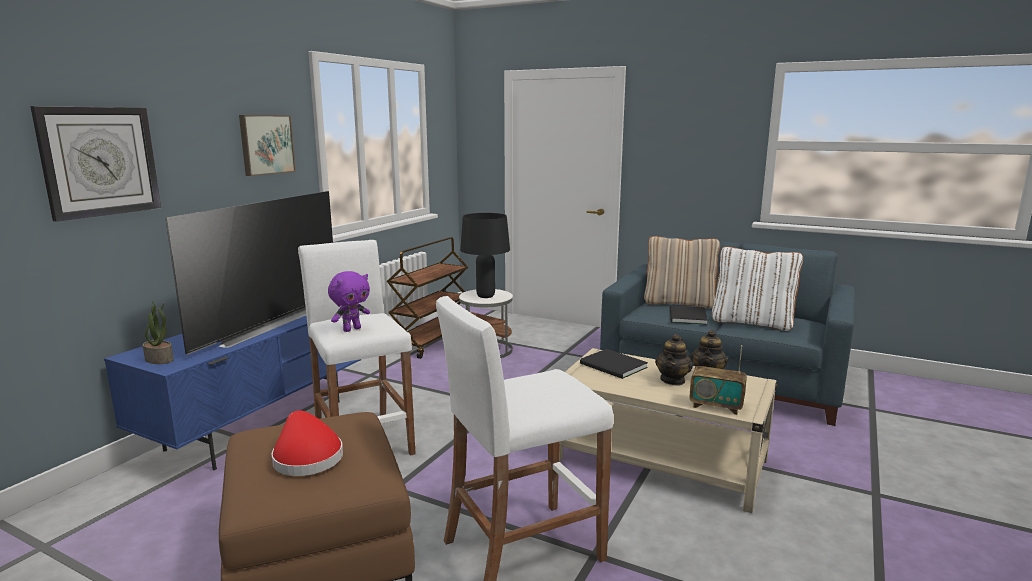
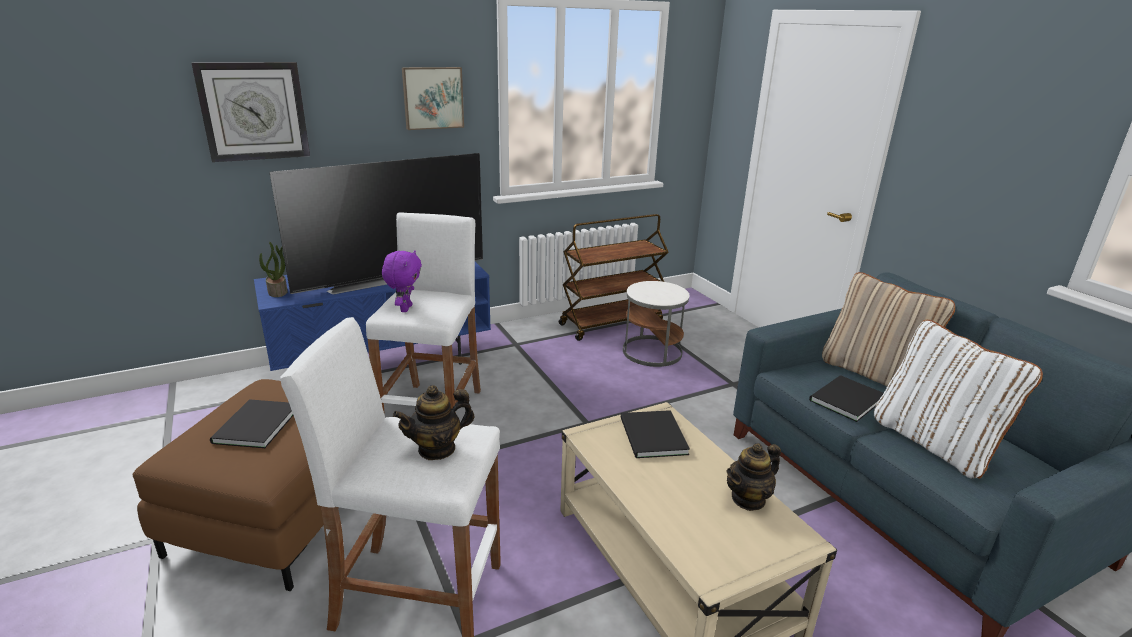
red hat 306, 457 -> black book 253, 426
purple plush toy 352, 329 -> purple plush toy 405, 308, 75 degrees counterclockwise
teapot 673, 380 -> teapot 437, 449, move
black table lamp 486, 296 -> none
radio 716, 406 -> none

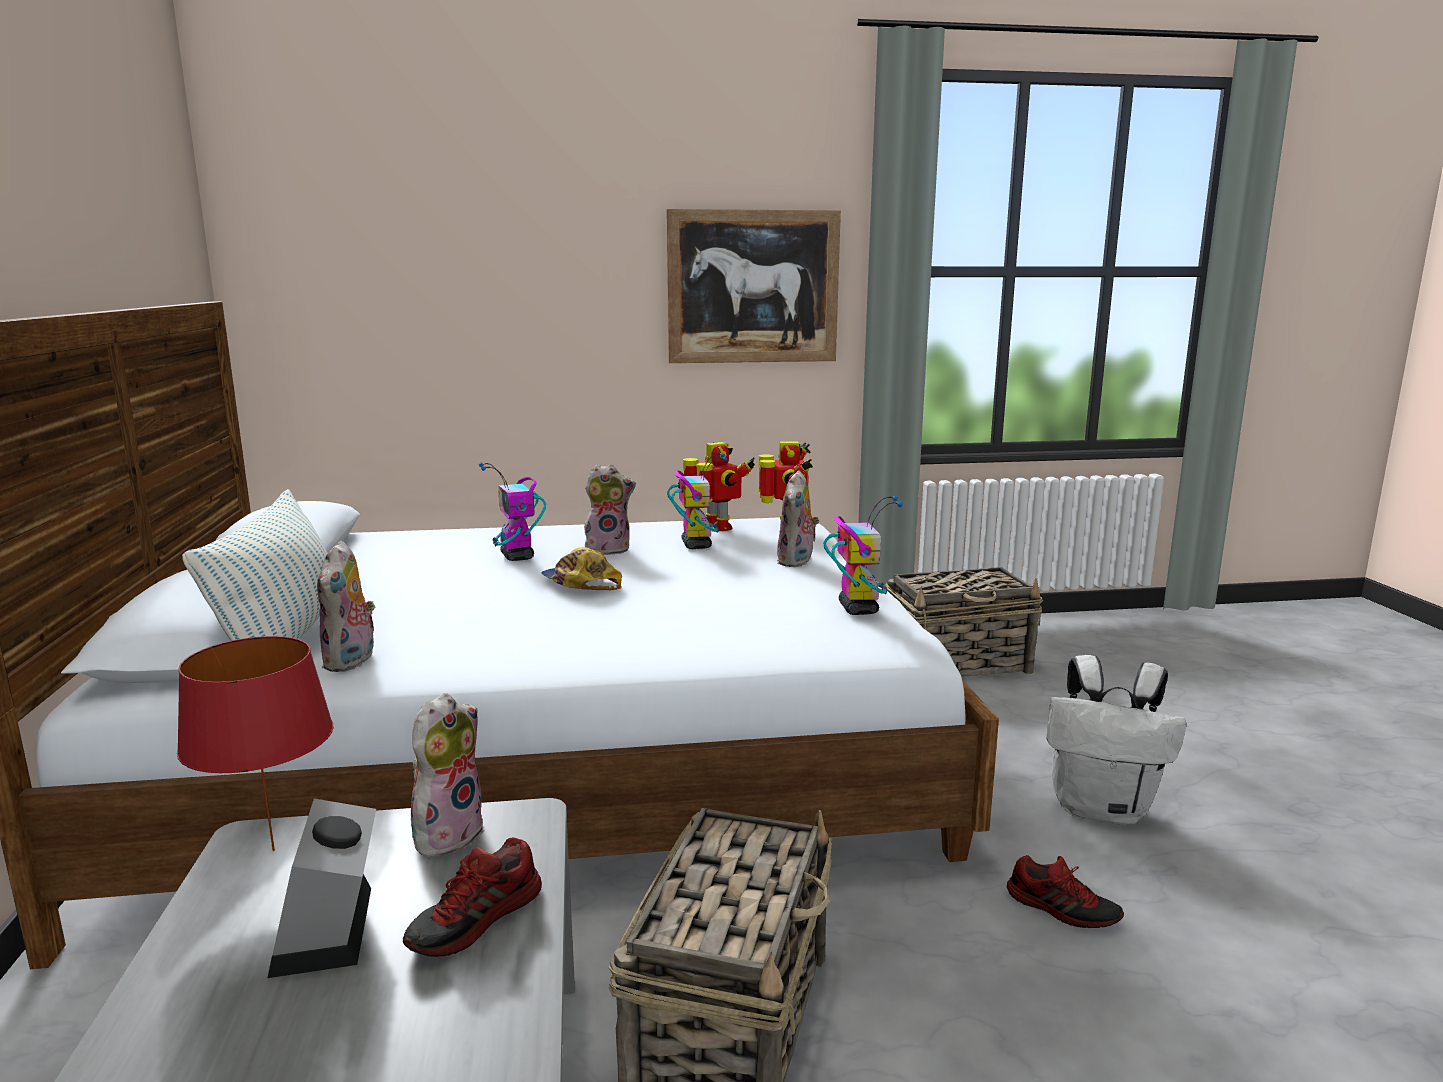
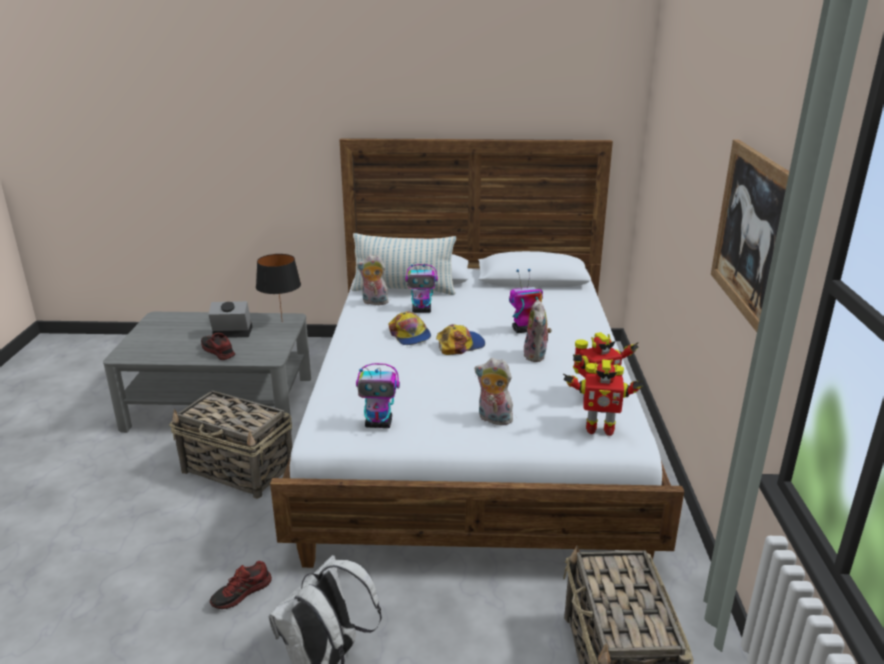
red table lamp 274, 849 -> black table lamp 282, 322
none -> cap 410, 335
toy robot 696, 545 -> toy robot 422, 310, move
plush toy 447, 833 -> none

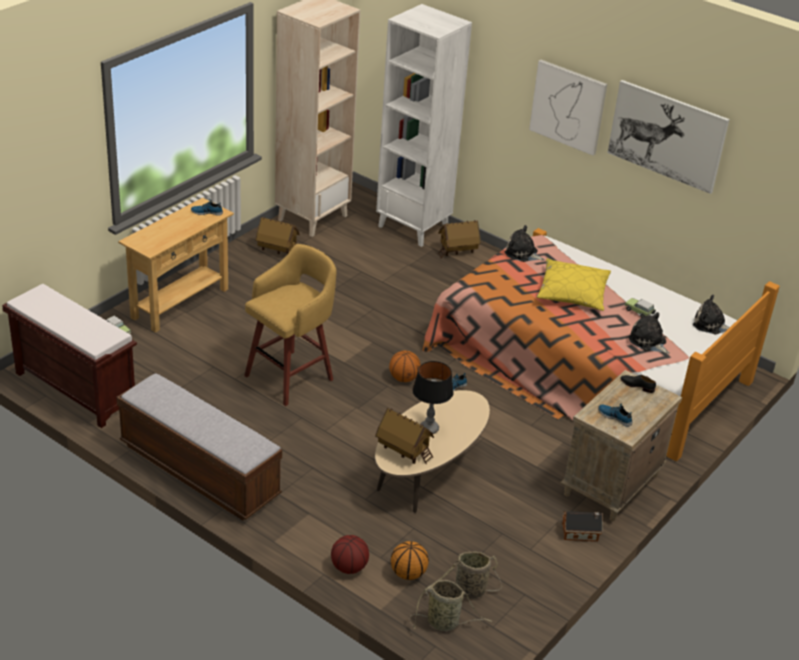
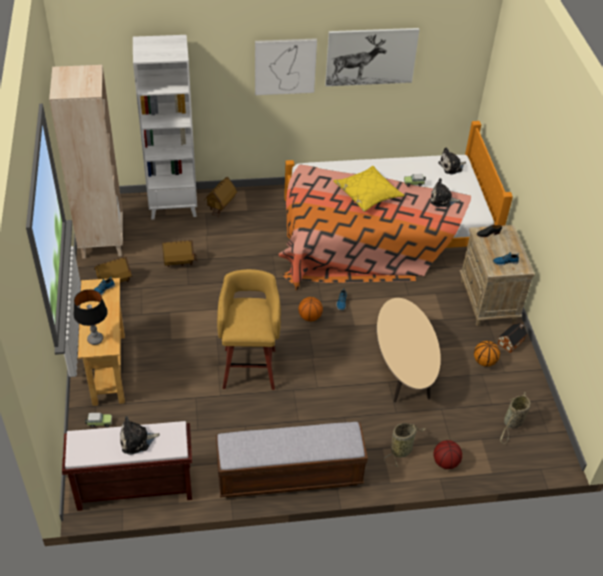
table lamp 429, 429 -> table lamp 95, 339, move
plush toy 522, 253 -> plush toy 137, 440, move
toy house 404, 451 -> toy house 179, 262, move
basket 445, 623 -> basket 402, 449, move
basketball 408, 574 -> basketball 484, 362, move

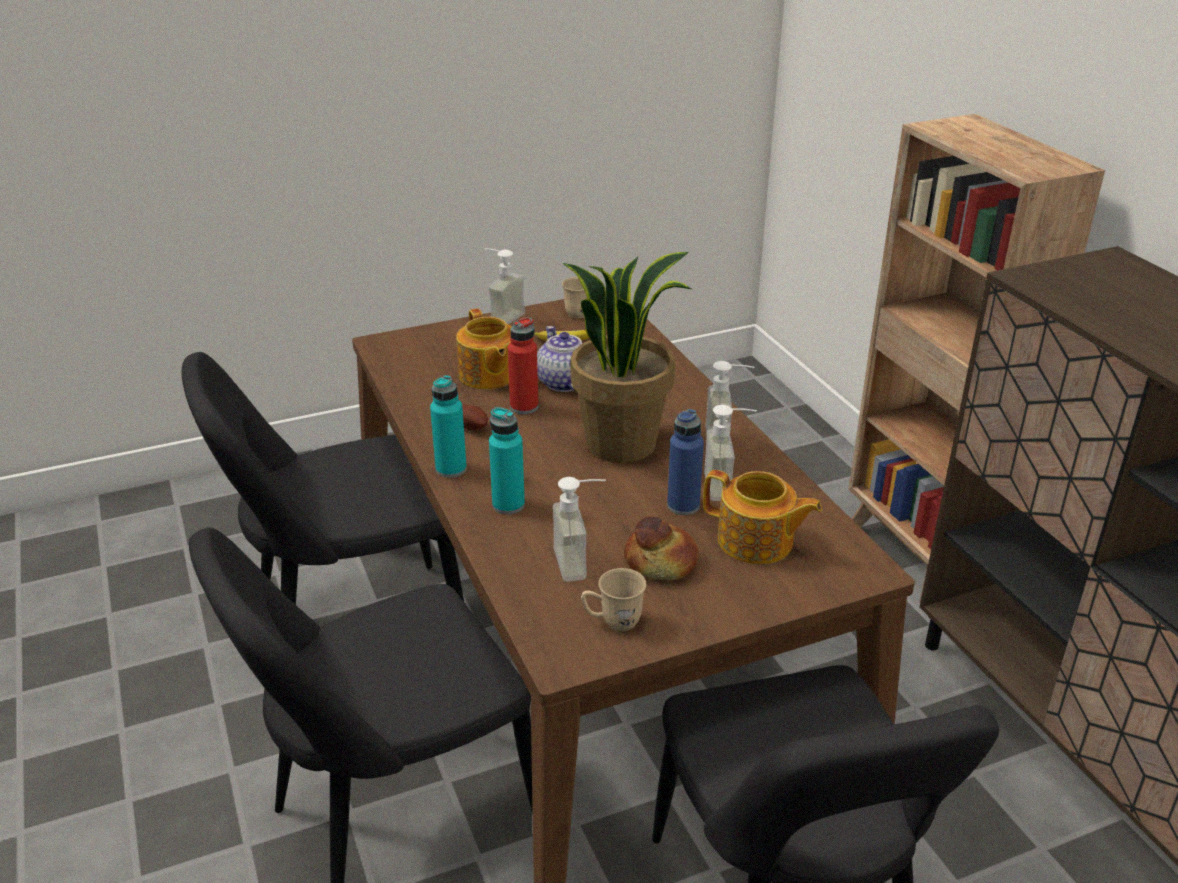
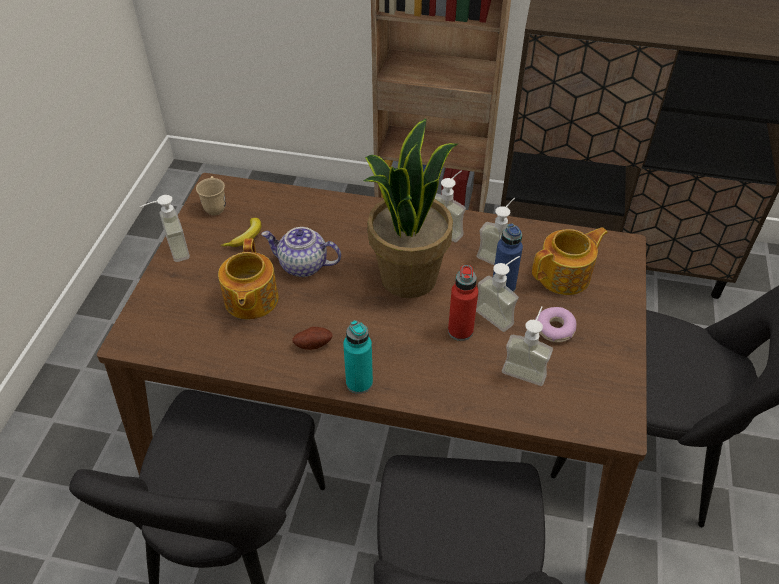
teapot 488, 375 -> teapot 250, 300, 75 degrees clockwise
red bottle 524, 407 -> red bottle 460, 331, move
none -> soap dispenser 499, 313
bread 661, 563 -> donut 555, 329
turquoise bottle 508, 505 -> none
beige mug 613, 622 -> none

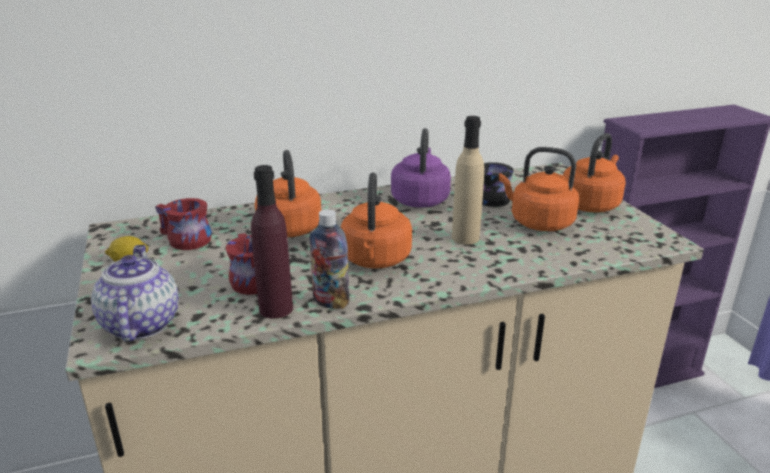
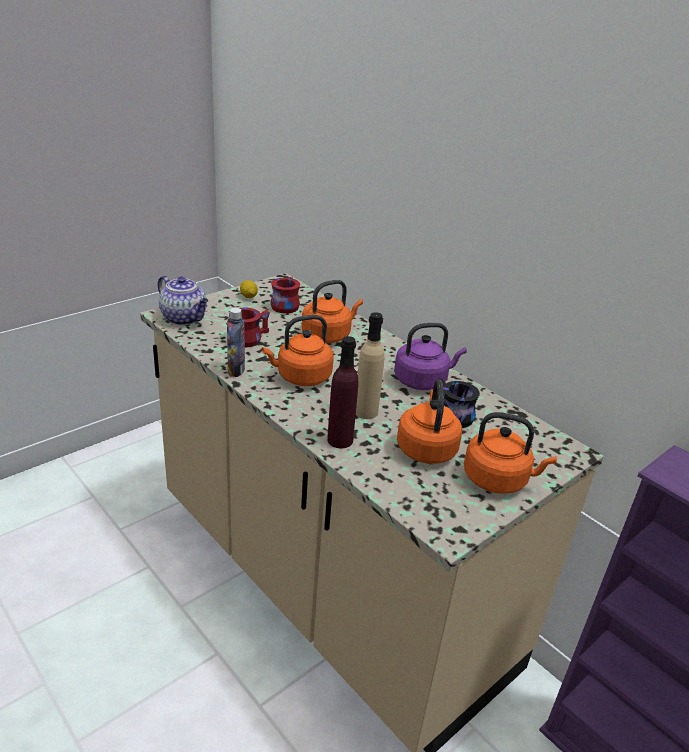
teapot 140, 324 -> teapot 185, 318, 75 degrees clockwise
purple bottle 276, 309 -> purple bottle 340, 440, move

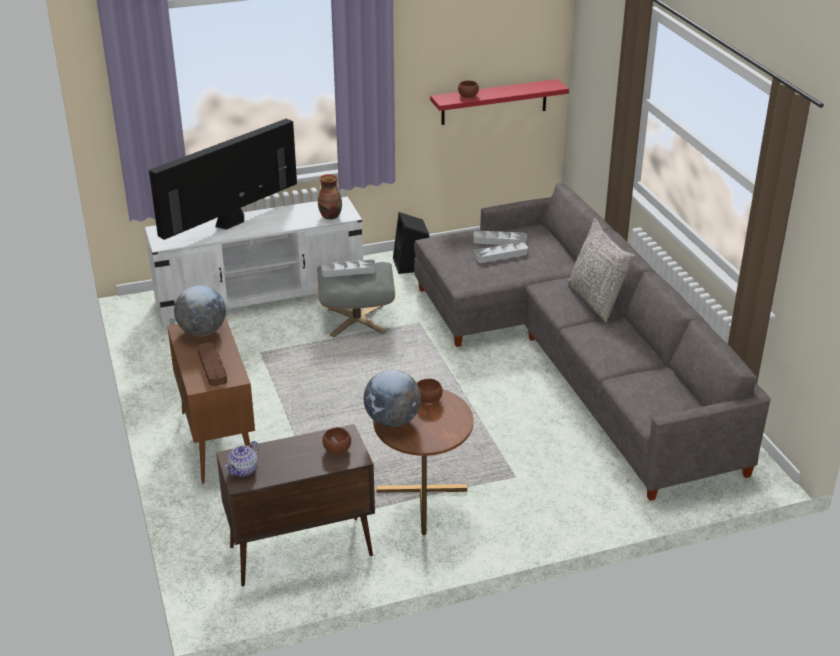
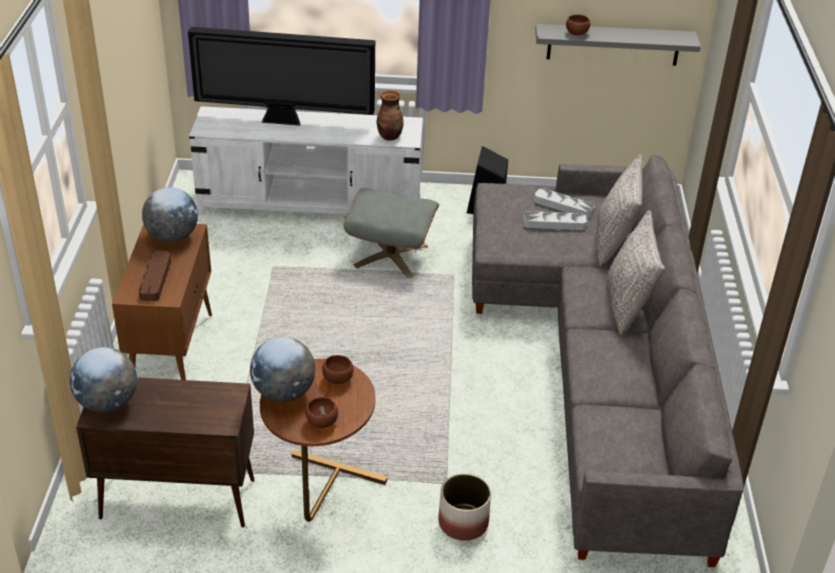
teapot 244, 470 -> globe 108, 403
television 230, 223 -> television 284, 121, 150 degrees counterclockwise
brown bowl 336, 450 -> brown bowl 321, 422, move
none -> planter 463, 522
red shelf 494, 102 -> grey shelf 613, 44
none -> grey pillow 614, 242
grey tray 348, 271 -> none

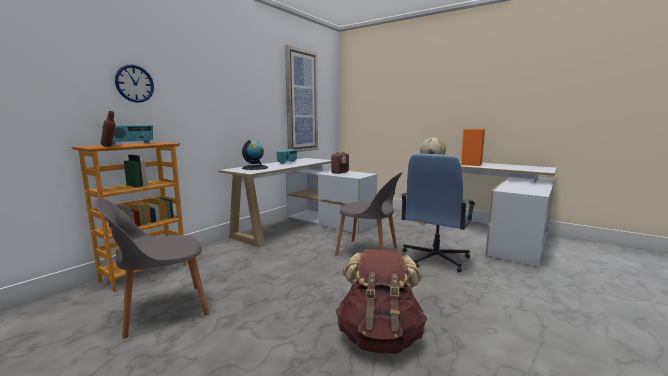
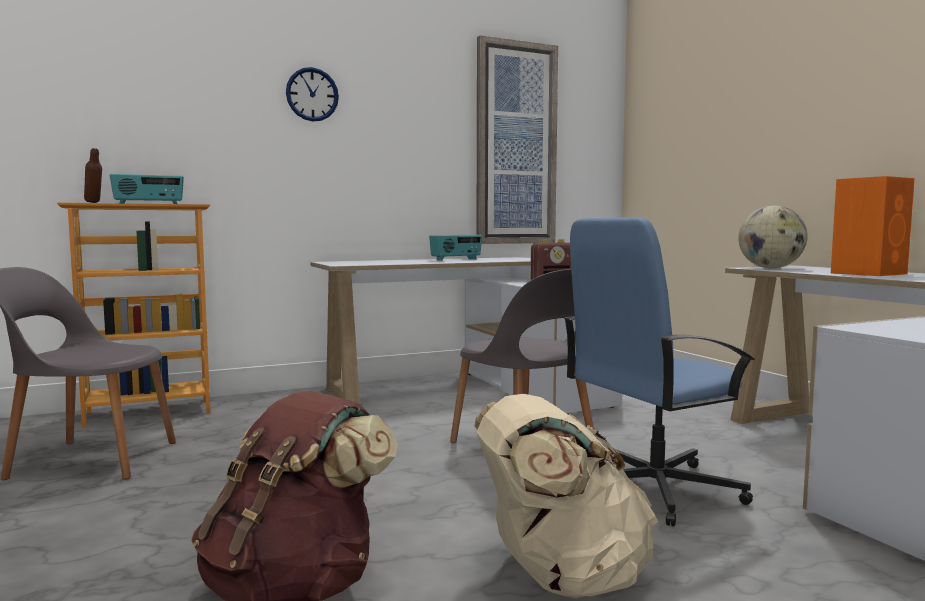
wall clock 134, 83 -> wall clock 312, 94, move
none -> beige backpack 560, 577
globe 255, 168 -> none

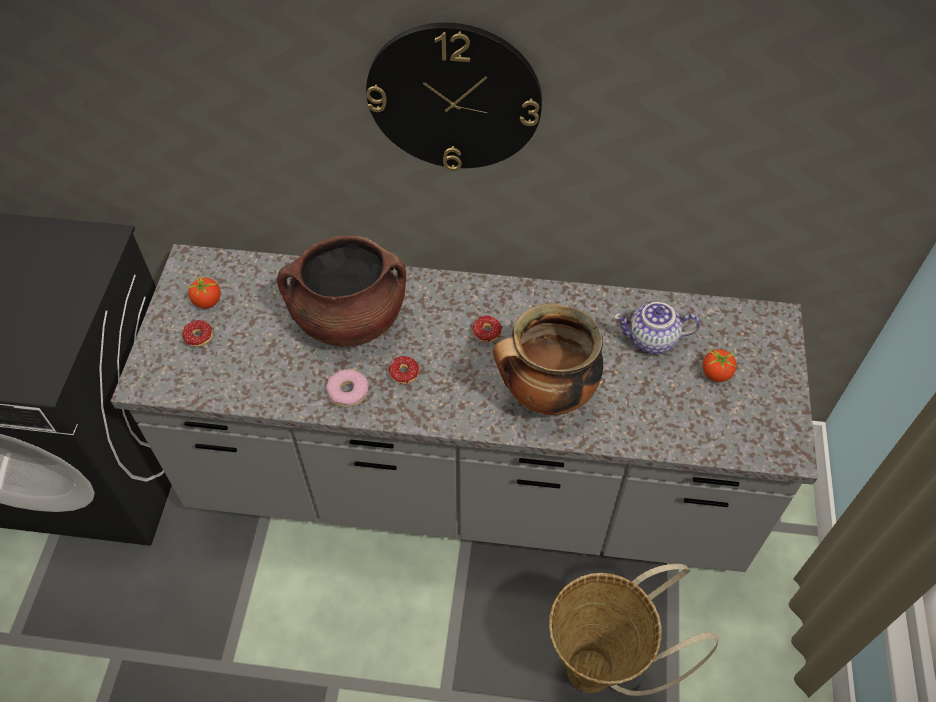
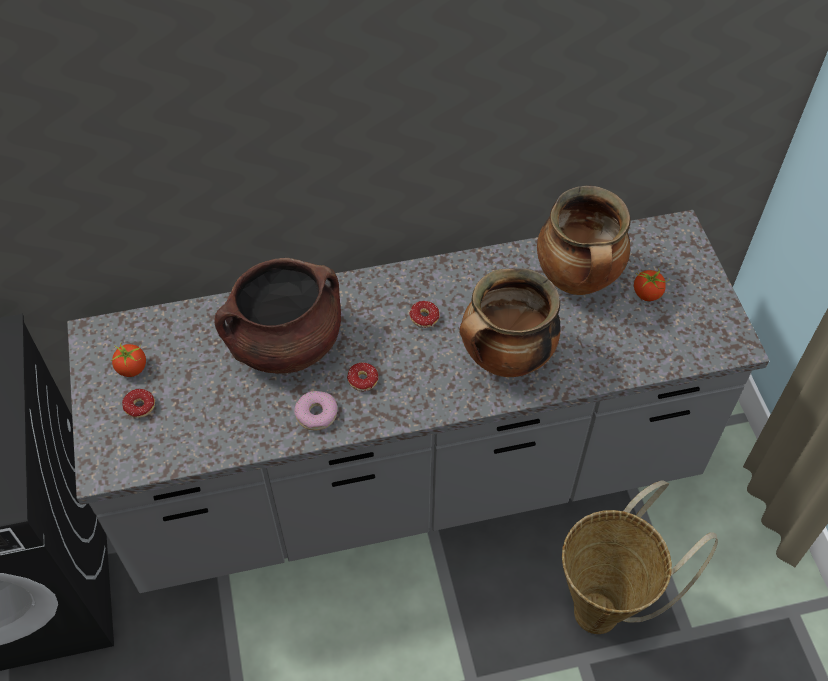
teapot 651, 340 -> cooking pot 578, 280
wall clock 454, 98 -> none

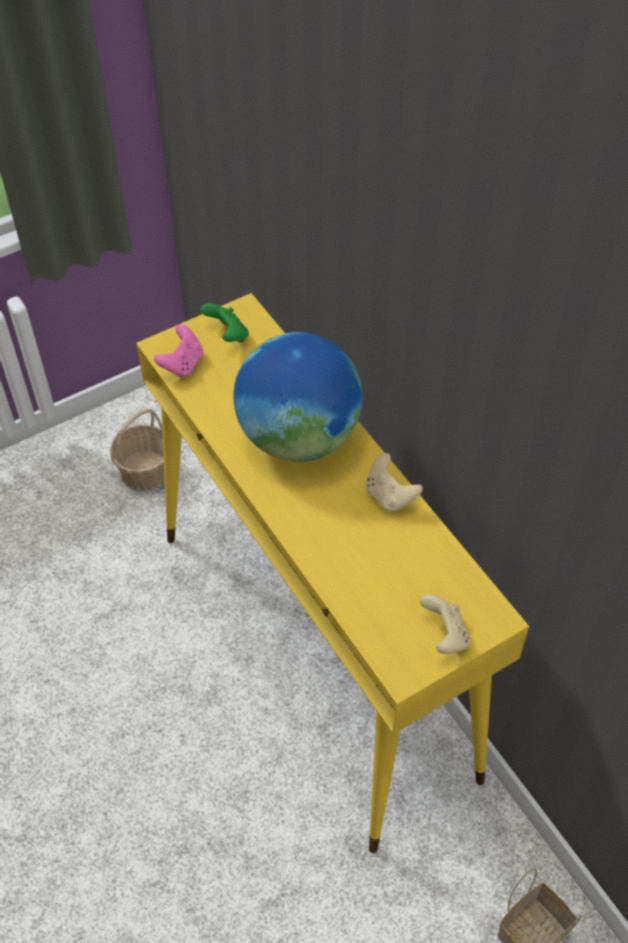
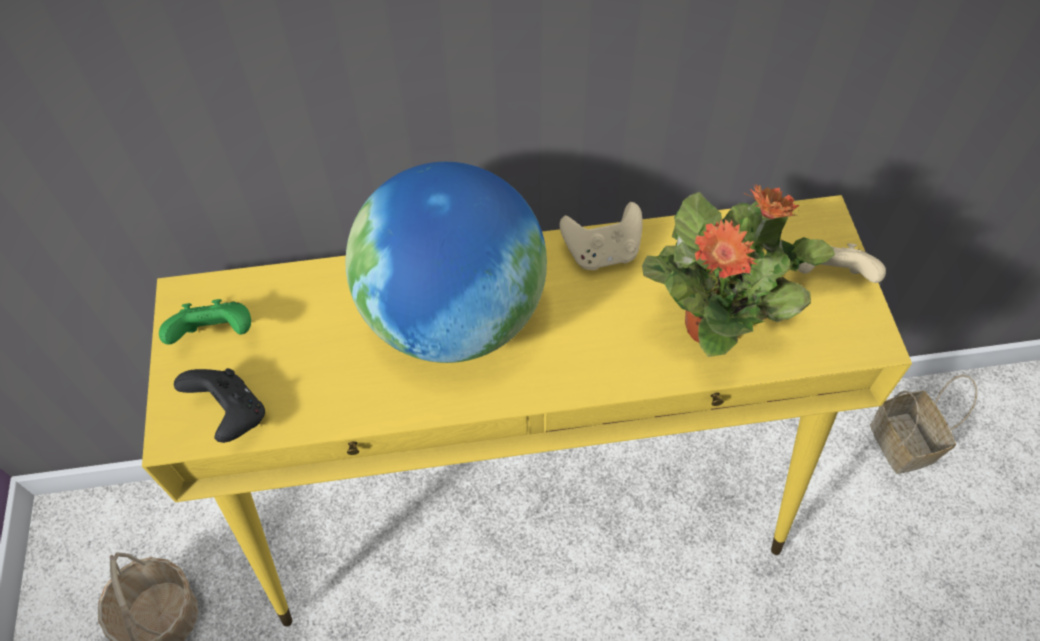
pink game controller 182, 364 -> black game controller 232, 414
none -> potted plant 714, 324

